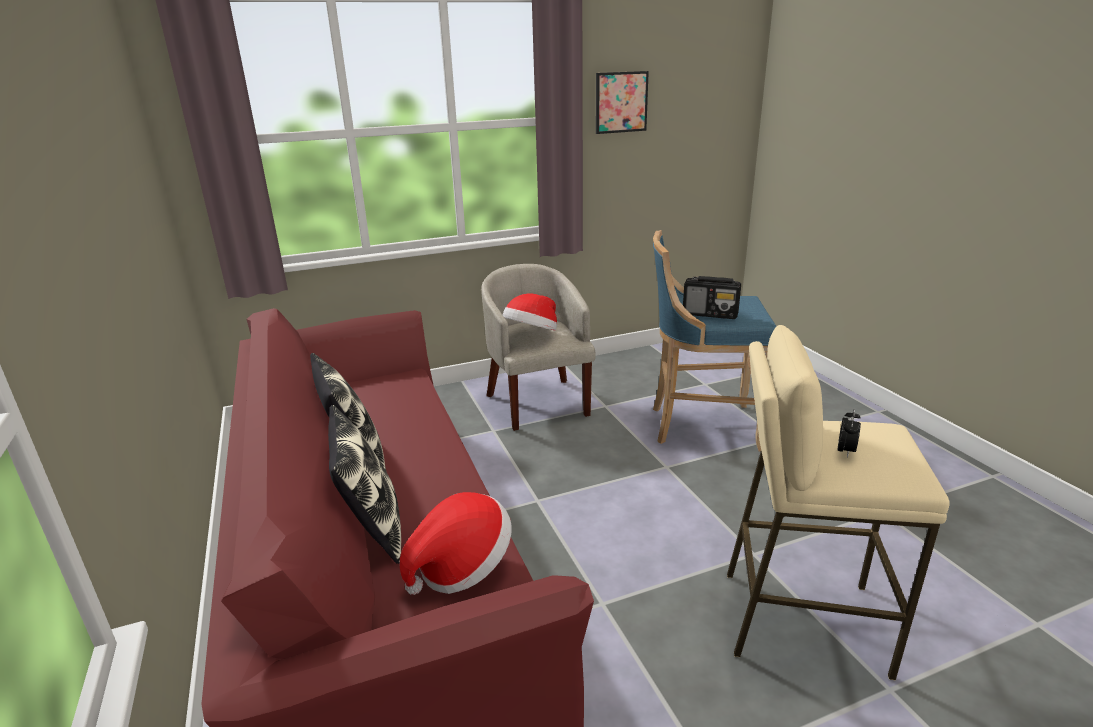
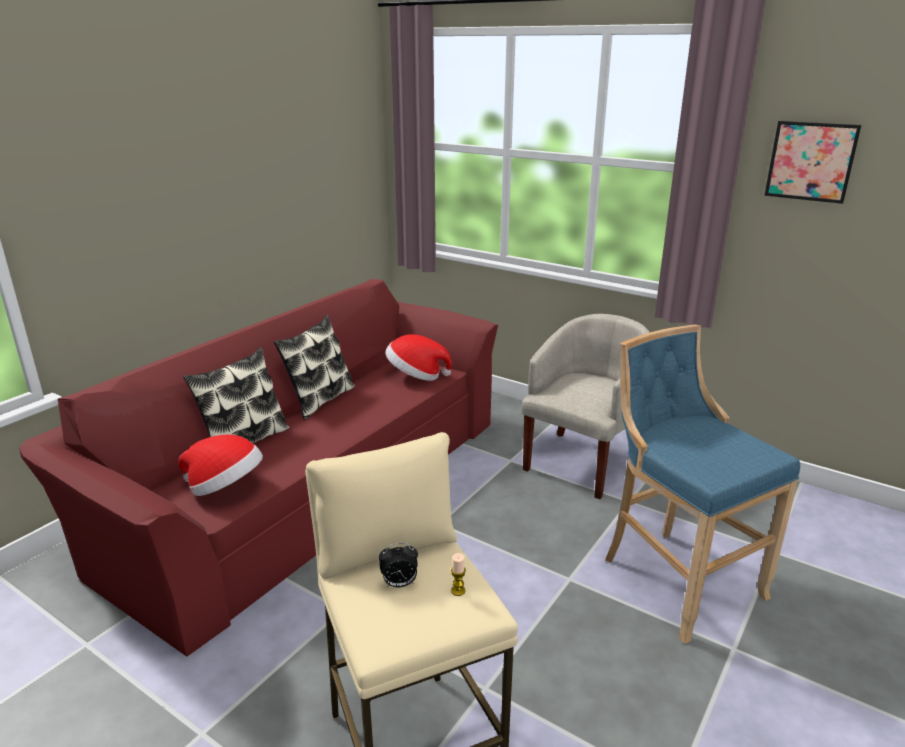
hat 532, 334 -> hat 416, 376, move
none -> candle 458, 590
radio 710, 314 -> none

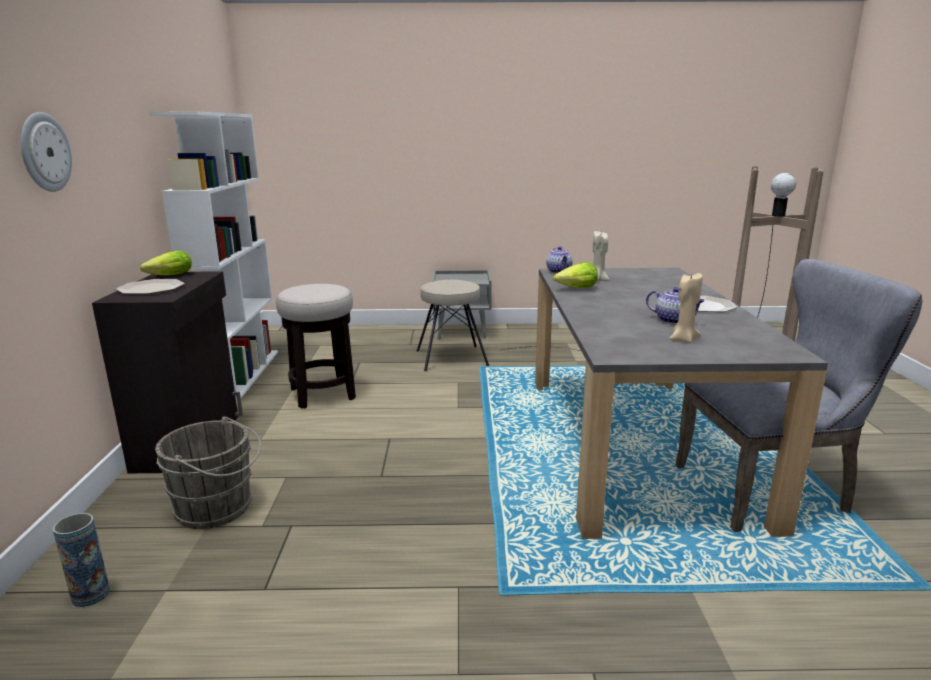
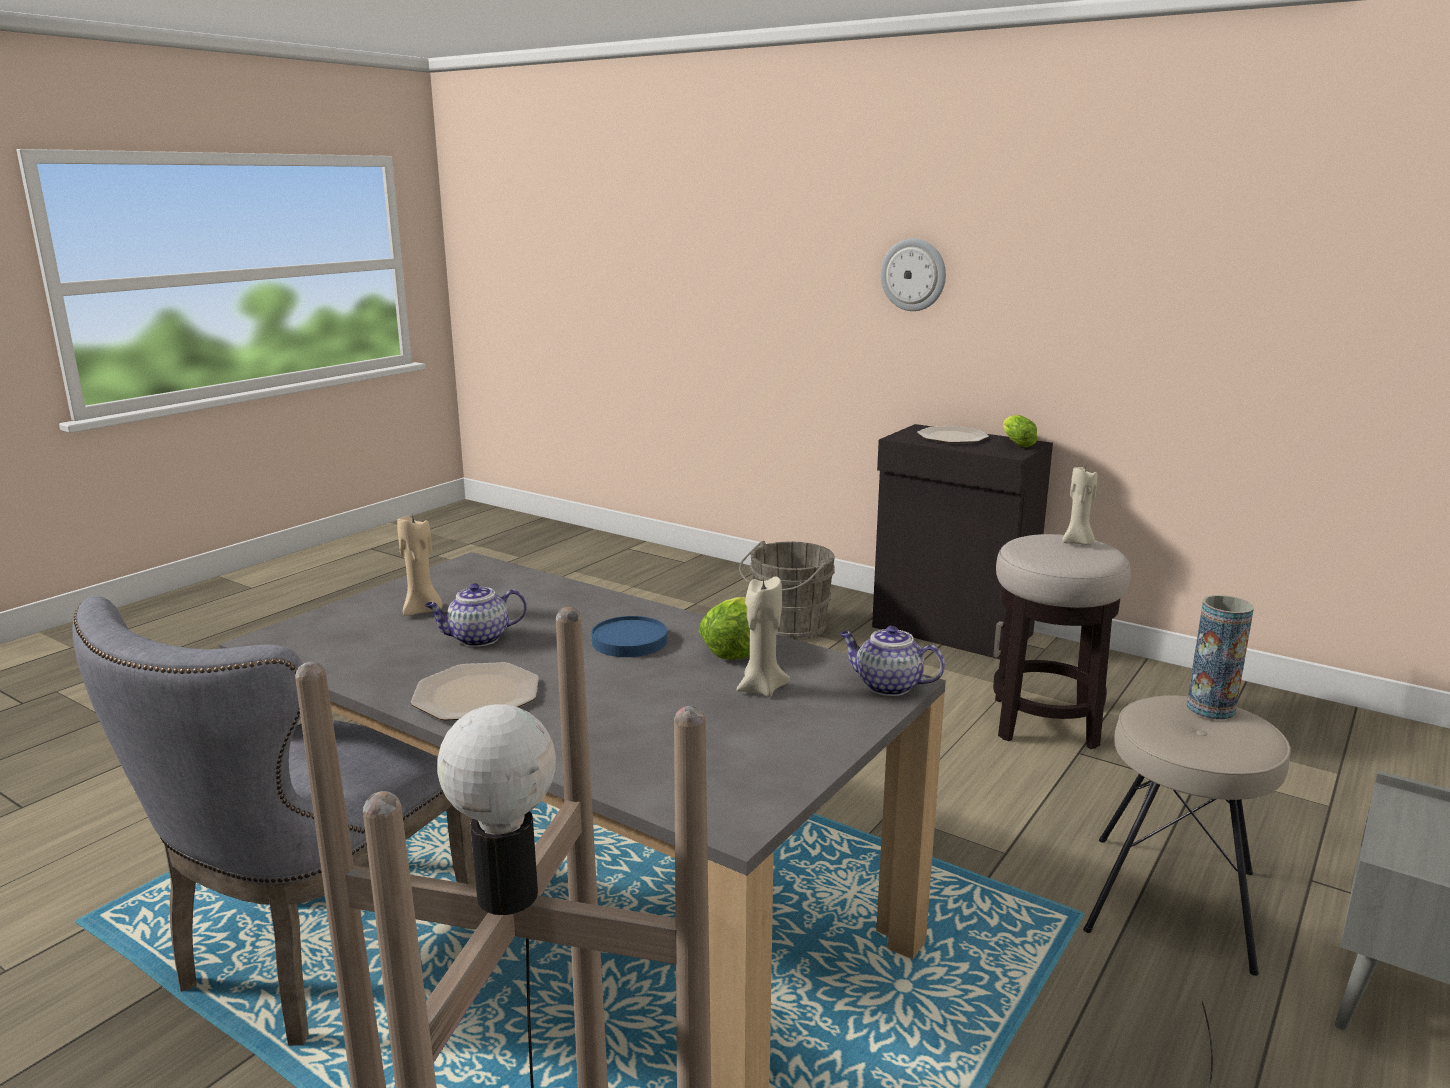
none -> blue plate 629, 641
none -> beige candle 1078, 543
vase 91, 594 -> vase 1210, 708, move
white bookcase 240, 375 -> none

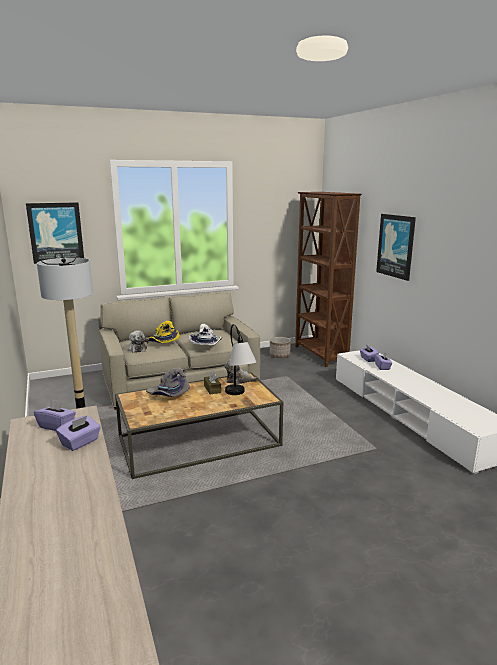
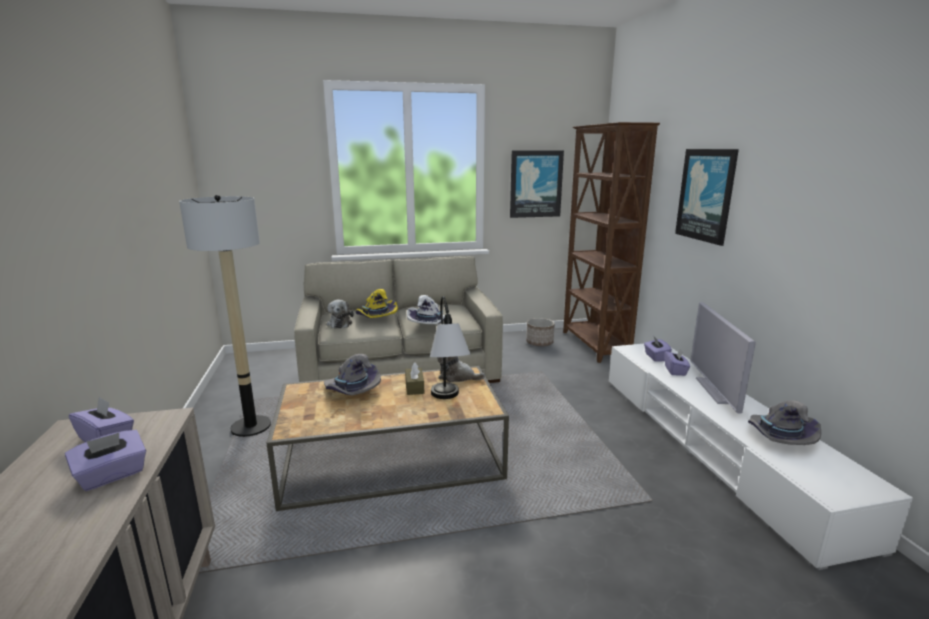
picture 56, 232 -> picture 535, 184, move
none -> television 716, 390
none -> grey hat 778, 437

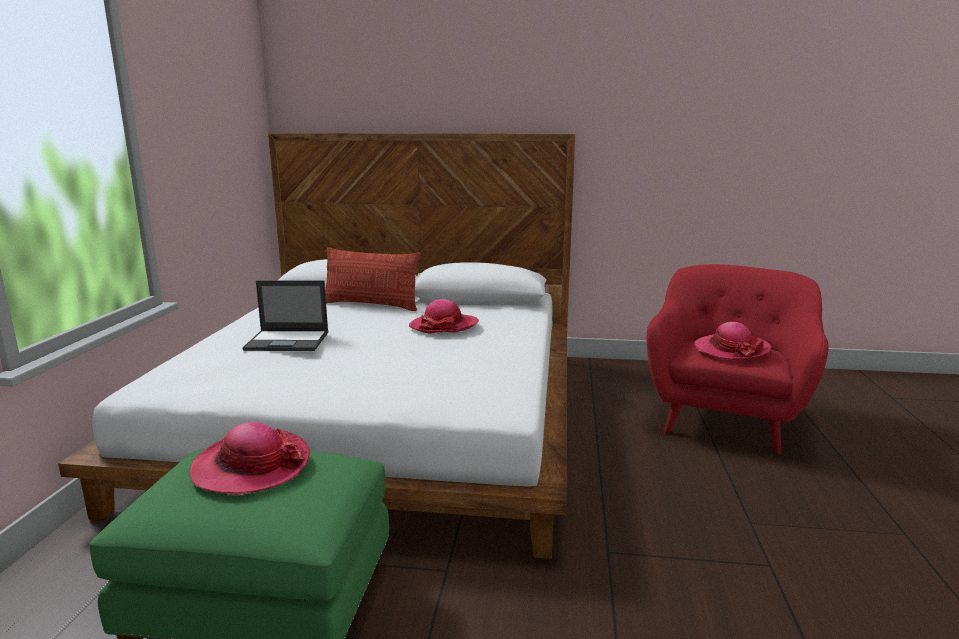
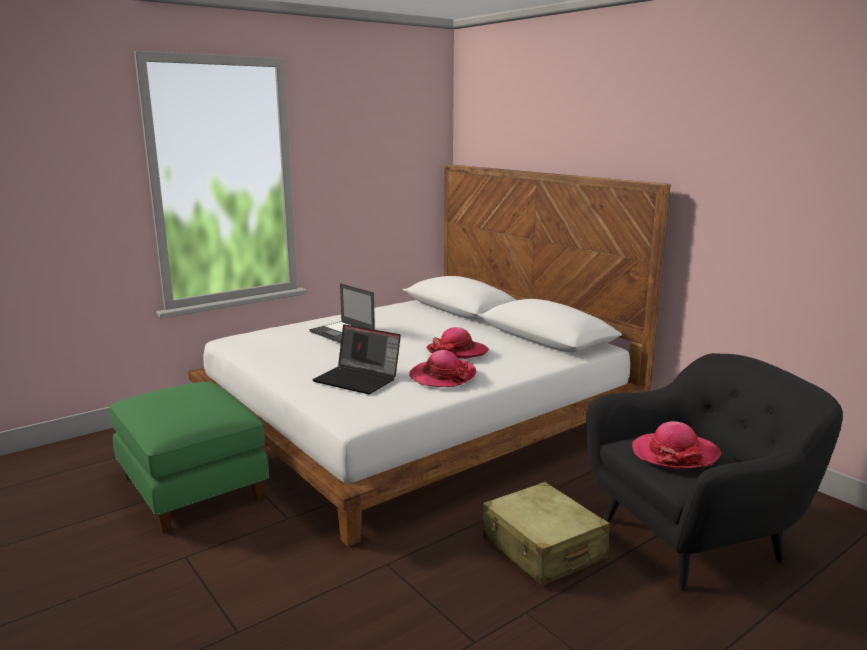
none -> laptop 358, 379
hat 251, 466 -> hat 442, 376, move
none -> beige suitcase 543, 548
red armchair 725, 419 -> black armchair 695, 538
pillow 371, 305 -> none

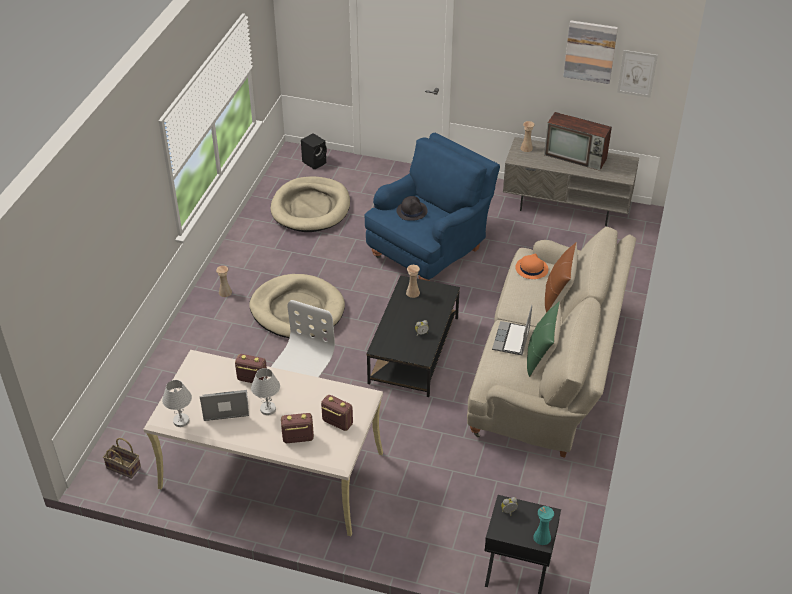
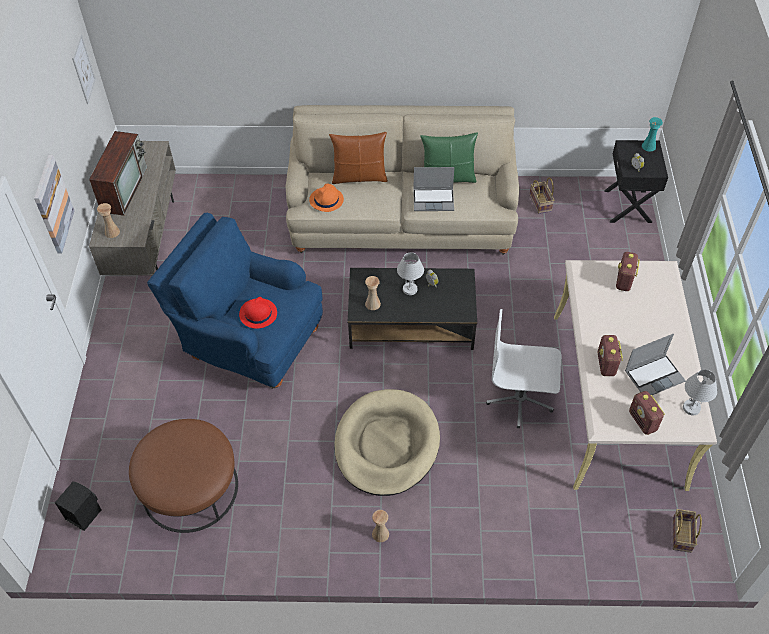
picture 590, 51 -> picture 52, 204, move
beige dog bed 311, 208 -> brown ottoman 190, 488
black hat 412, 211 -> red hat 258, 314
white table lamp 268, 409 -> white table lamp 410, 289, move
none -> basket 541, 203
laptop 225, 407 -> laptop 654, 375, 90 degrees counterclockwise
radio 297, 438 -> radio 643, 421, move

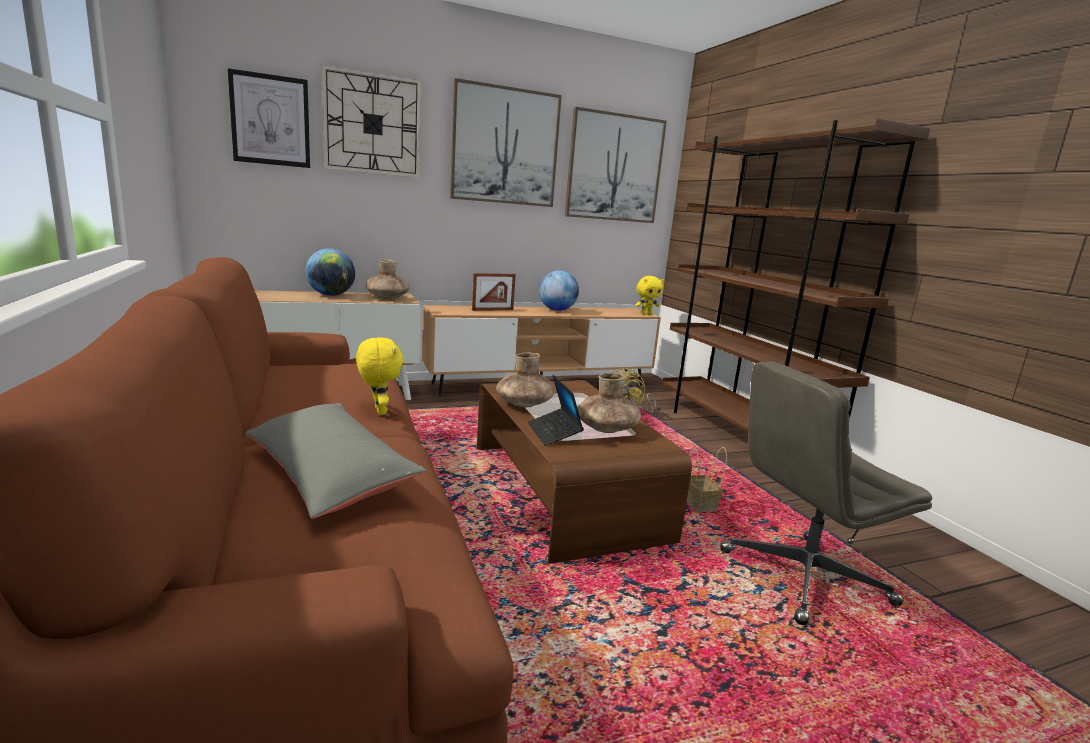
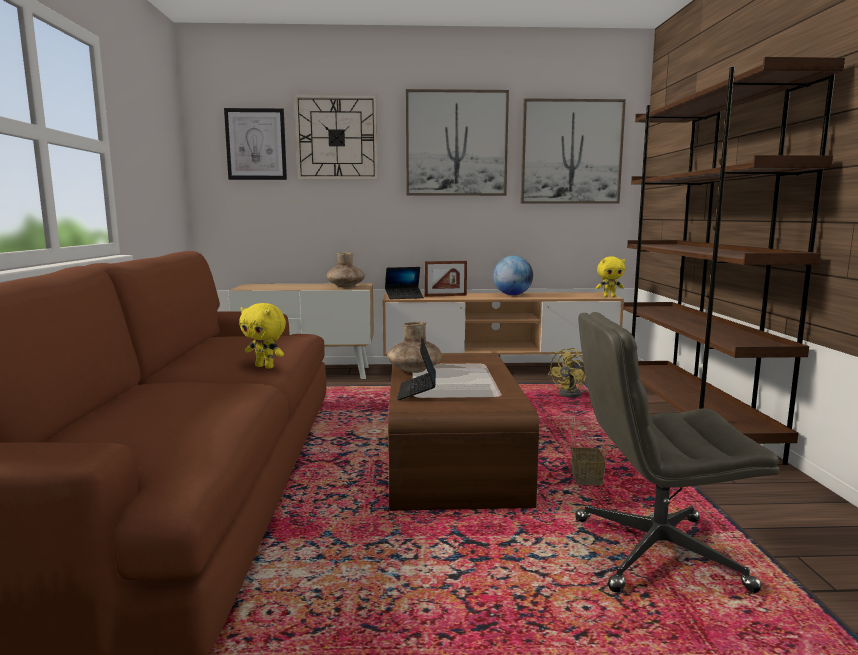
yellow plush toy 378, 411 -> yellow plush toy 265, 367, 120 degrees clockwise
none -> laptop 404, 297
grey pillow 329, 473 -> none
globe 331, 295 -> none
brown vase 606, 429 -> none

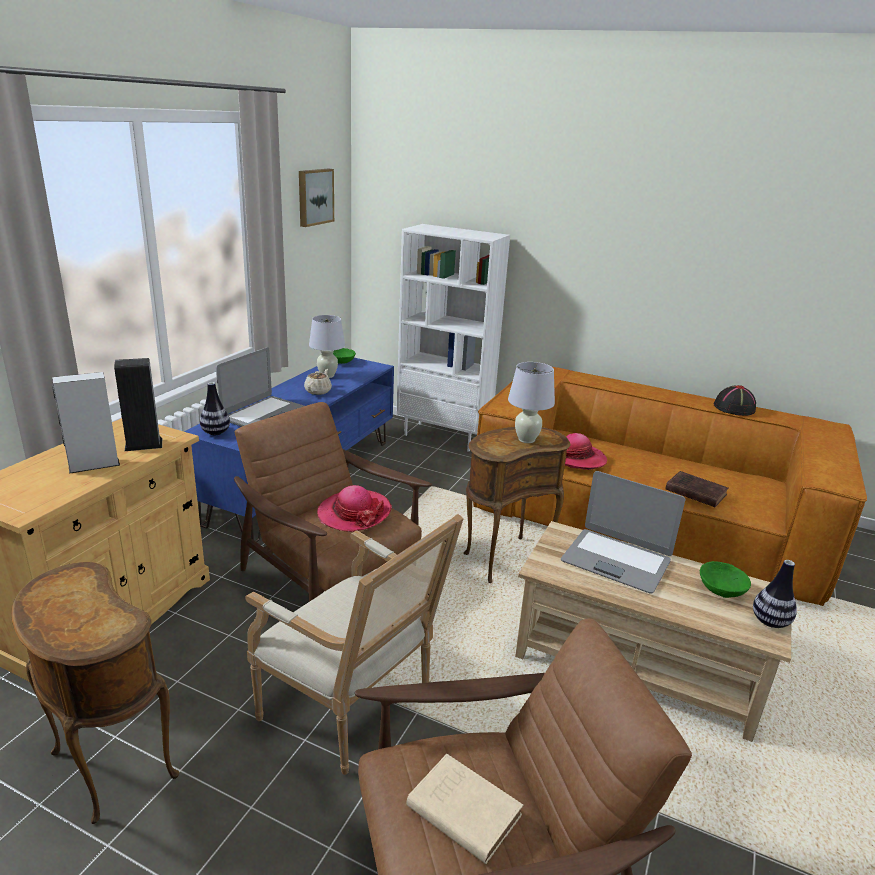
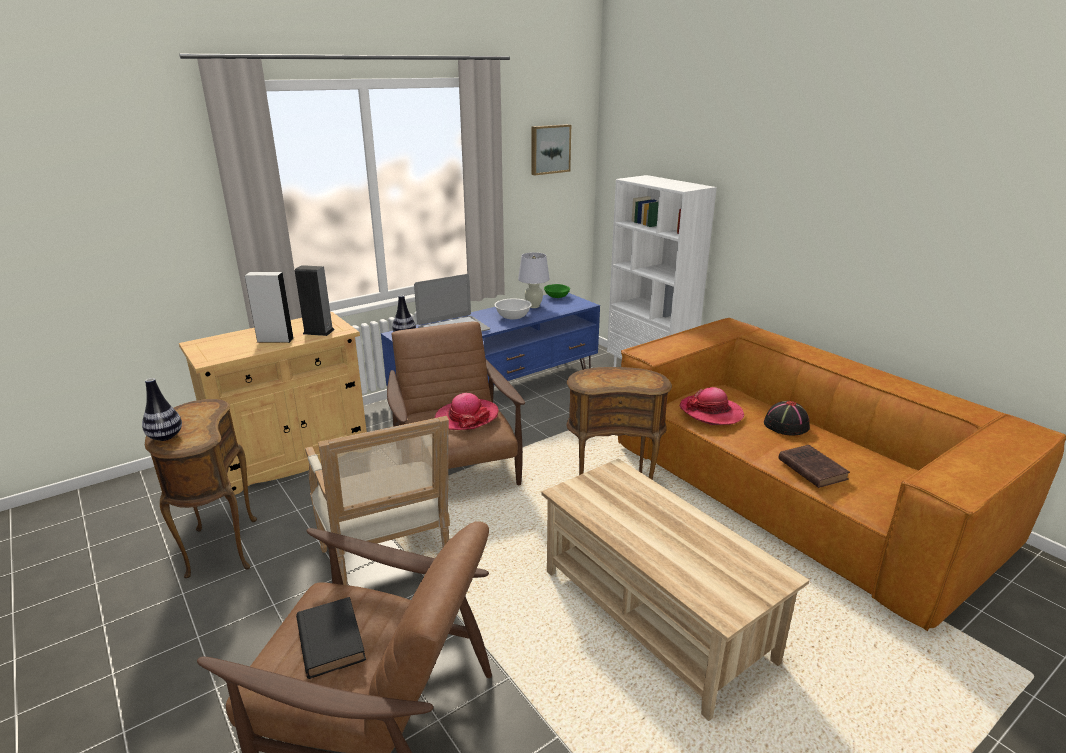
vase 770, 622 -> vase 165, 437, move
beige book 461, 809 -> black book 330, 639
beige teapot 318, 391 -> white bowl 513, 317
black hat 734, 408 -> black hat 785, 425, move
white table lamp 526, 439 -> none
laptop 616, 561 -> none
green bowl 720, 590 -> none

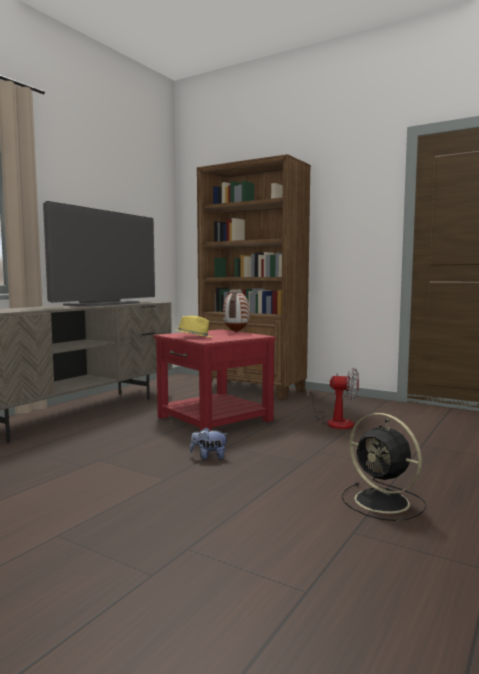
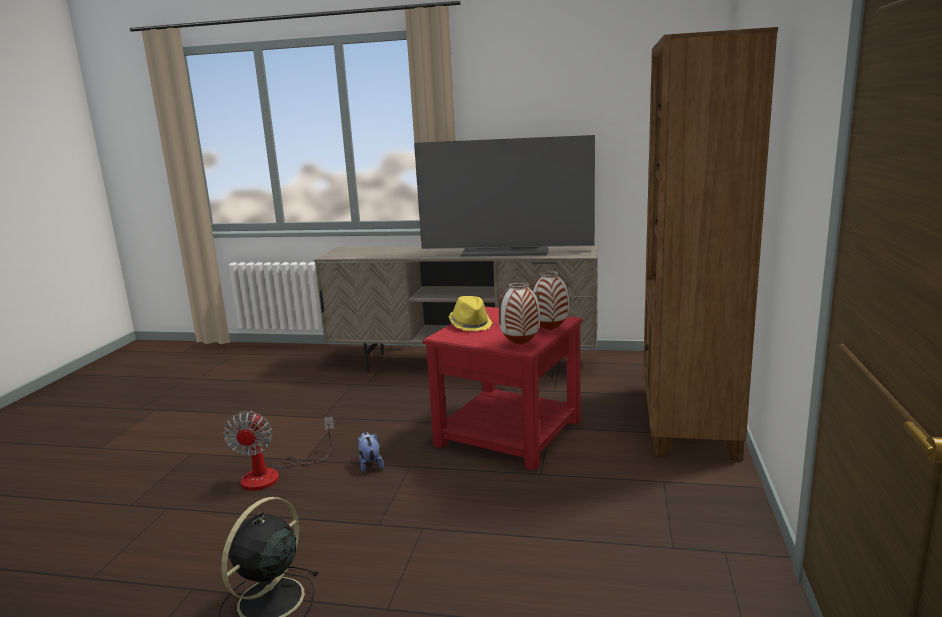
fan 334, 422 -> fan 273, 474, move
none -> vase 519, 345

